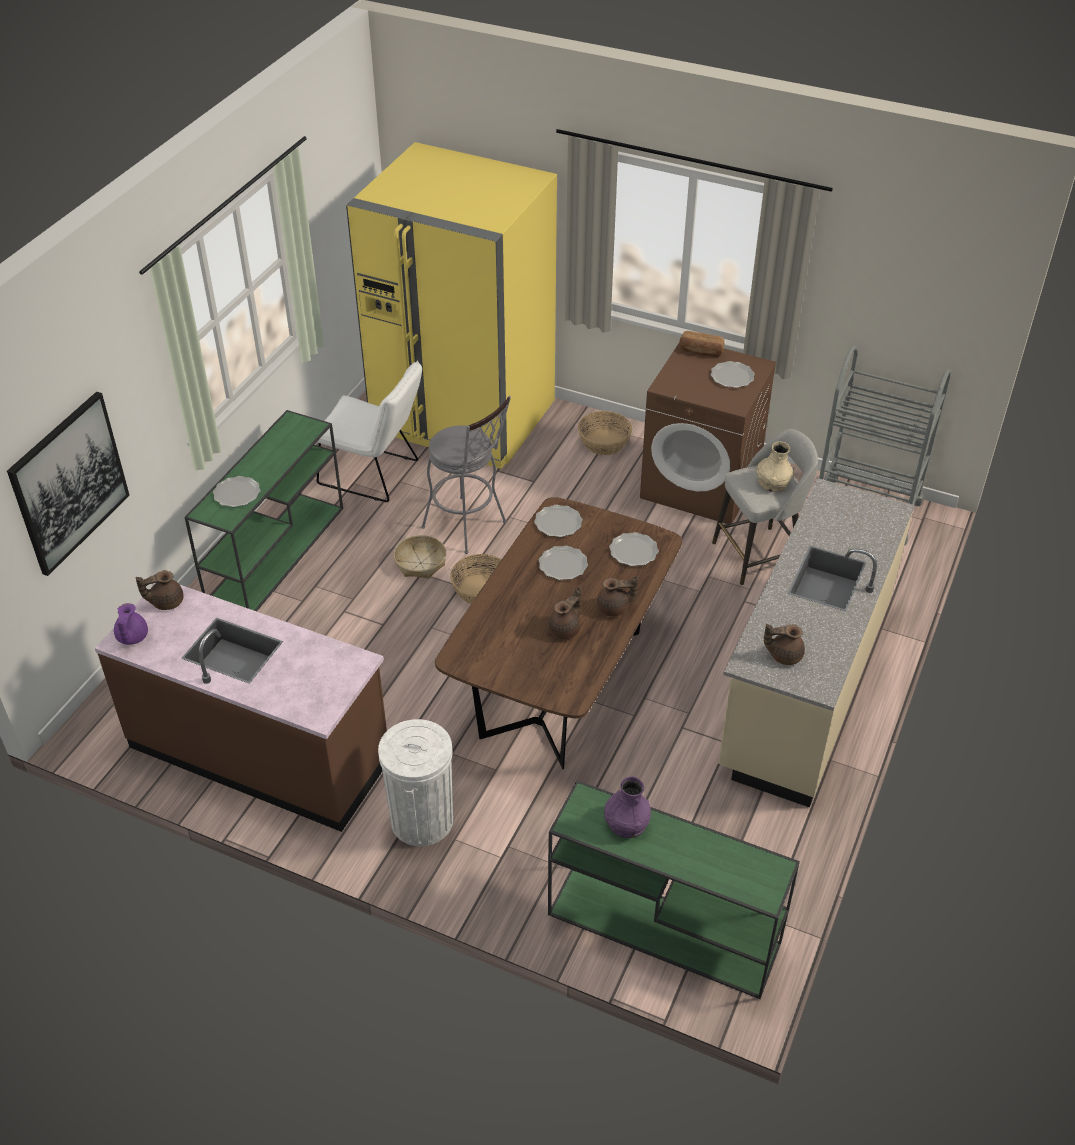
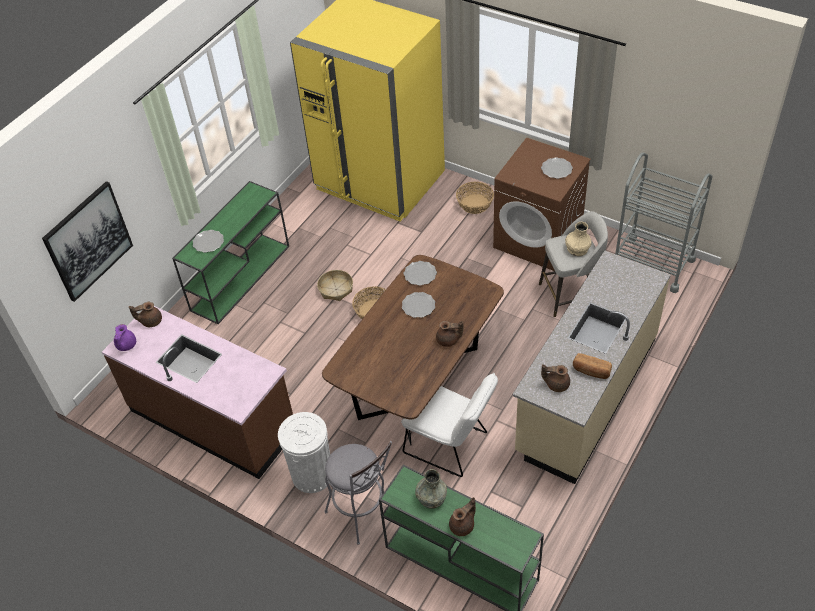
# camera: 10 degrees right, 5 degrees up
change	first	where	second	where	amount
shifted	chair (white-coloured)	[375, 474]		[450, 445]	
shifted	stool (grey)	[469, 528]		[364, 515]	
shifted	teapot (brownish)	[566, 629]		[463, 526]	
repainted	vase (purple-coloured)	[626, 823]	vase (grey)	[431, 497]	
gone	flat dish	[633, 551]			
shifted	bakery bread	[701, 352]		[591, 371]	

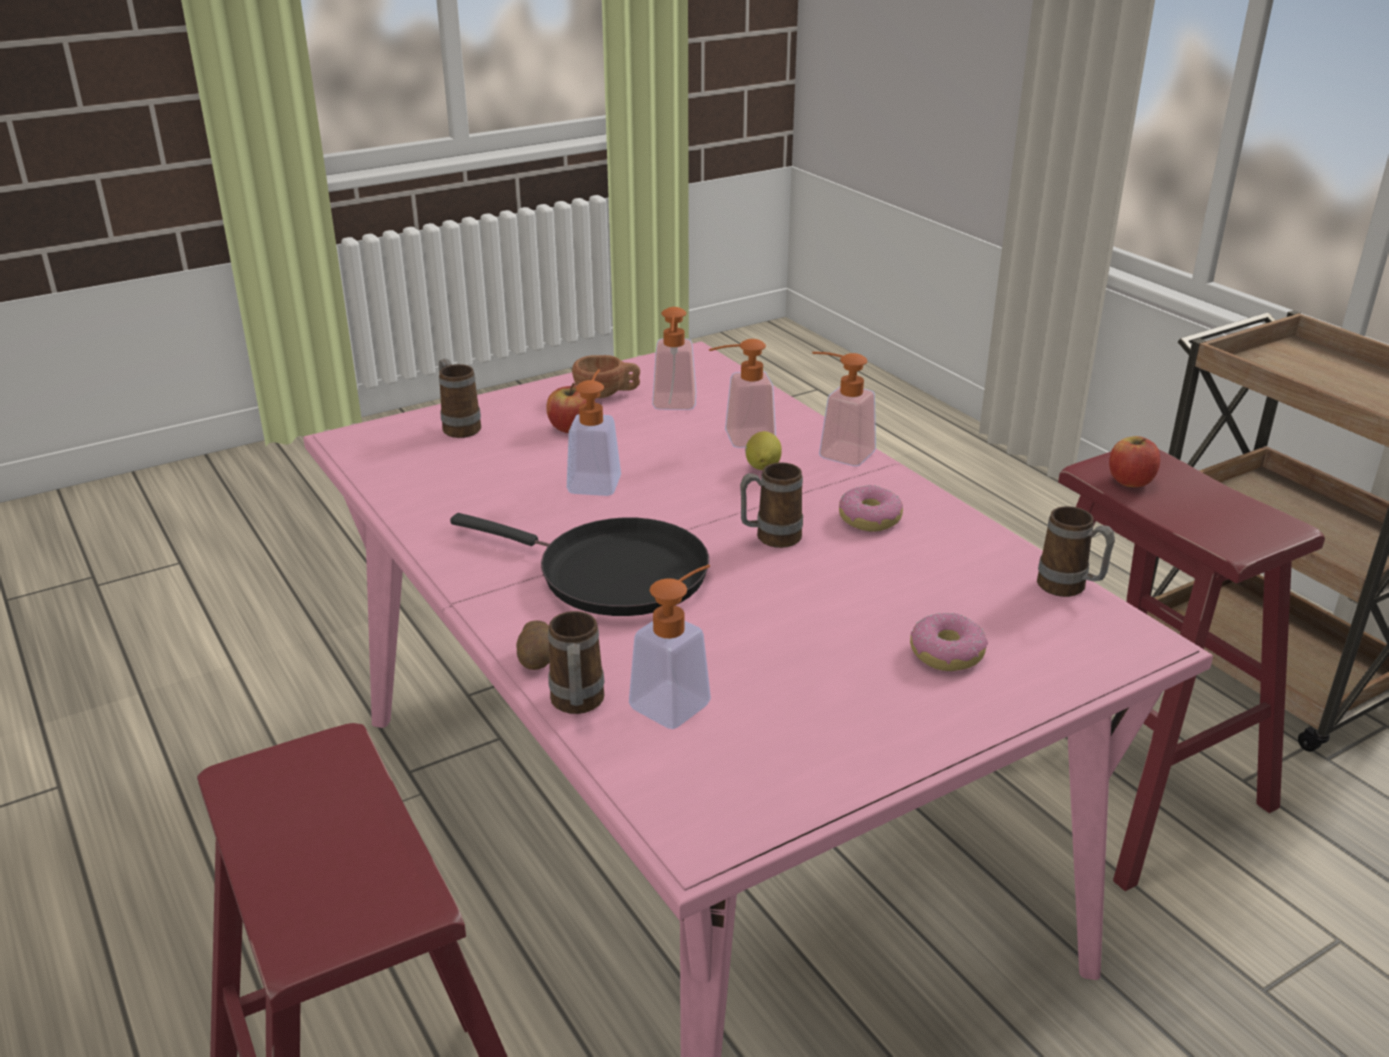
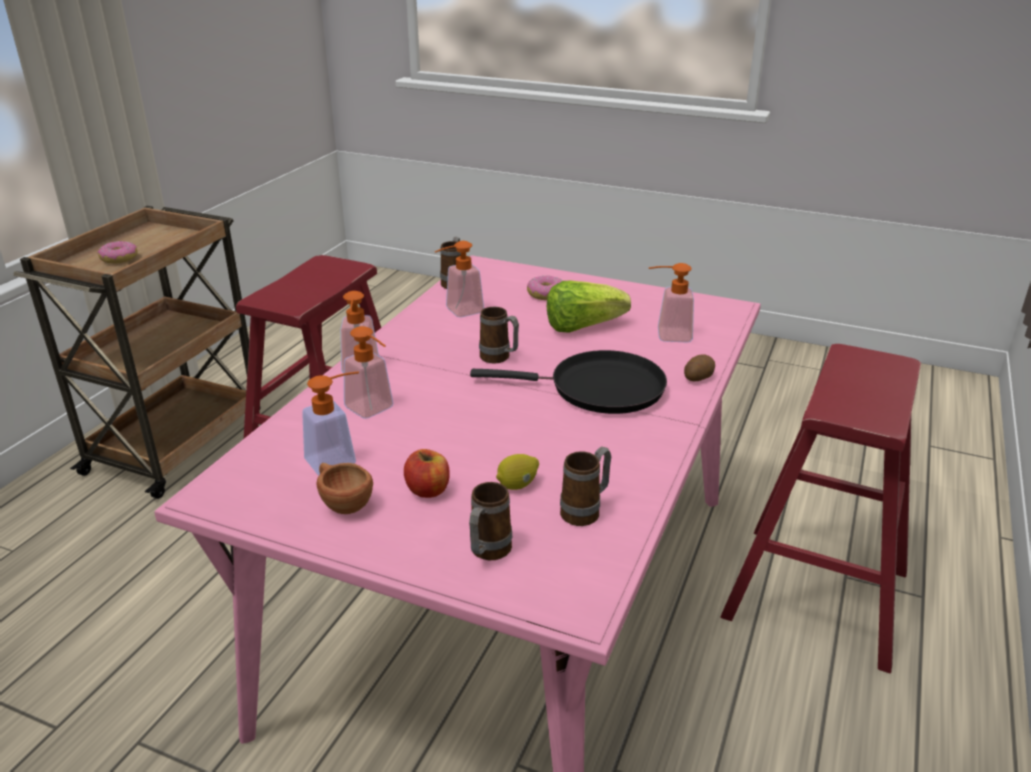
# camera: 125 degrees left, 0 degrees up
change	first	where	second	where	amount
rotated	skillet (black)	[612, 574]		[599, 389]	105 degrees clockwise
shifted	tea mug	[577, 706]		[586, 511]	
shifted	soap dispenser	[596, 480]		[458, 312]	
shifted	citrus fruit	[762, 468]		[517, 485]	
shifted	donut	[869, 519]		[119, 258]	
gone	apple fruit	[1130, 481]			
new			head of lettuce	[582, 326]	

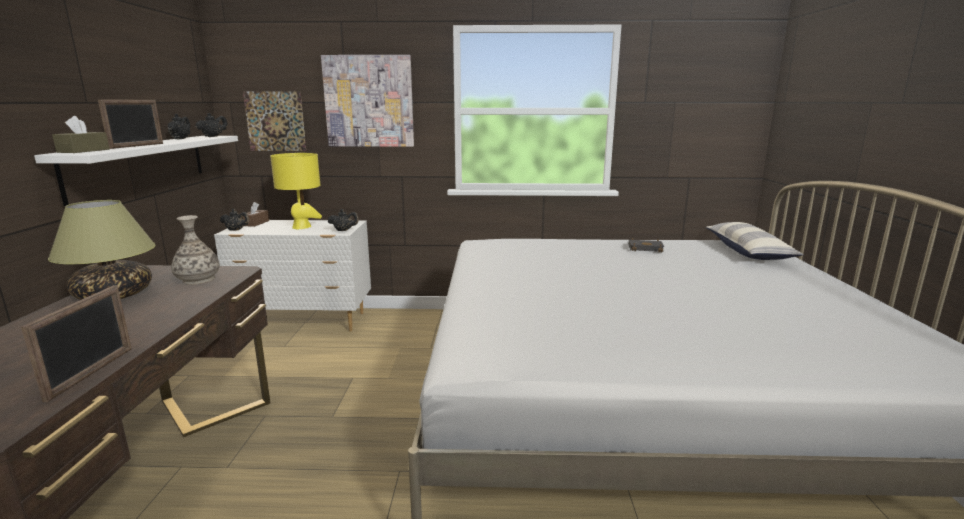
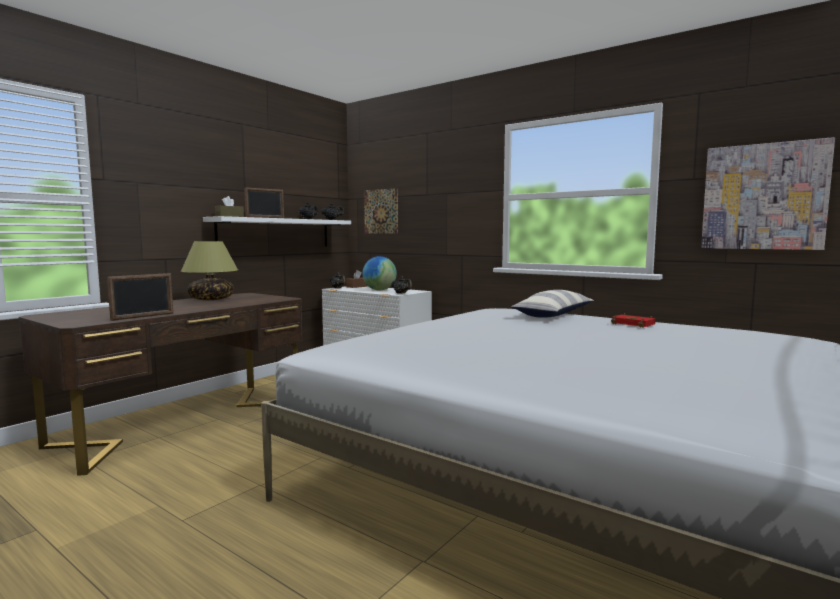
# camera: 35 degrees right, 10 degrees down
change	first	where	second	where	amount
gone	vase	[198, 279]			
swapped	tabletop lamp (yellow-coloured)	[302, 227]	globe	[379, 290]	
shifted	wall picture	[369, 101]		[763, 197]	
repainted	bound book (black)	[646, 248]	bound book (red)	[634, 324]	
shifted	cushion	[748, 251]		[553, 315]	

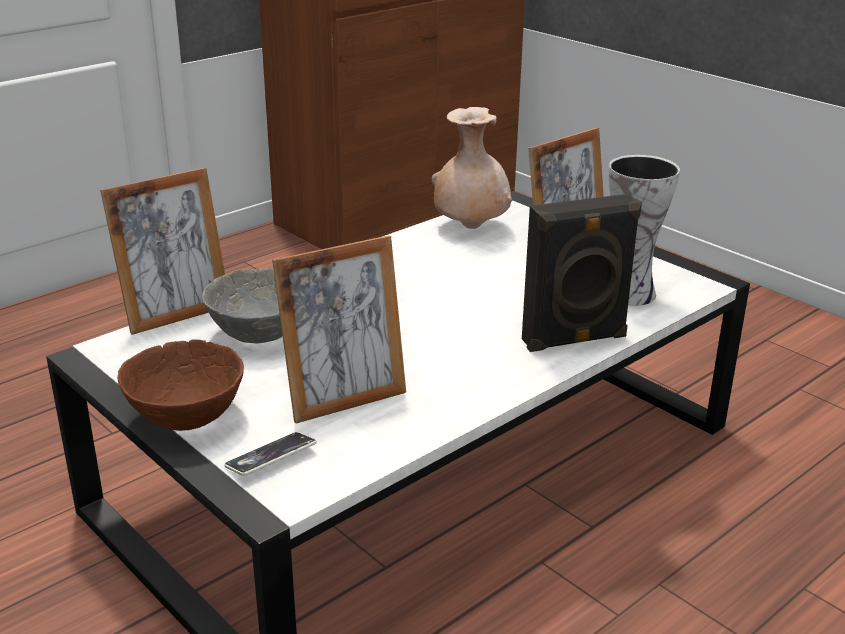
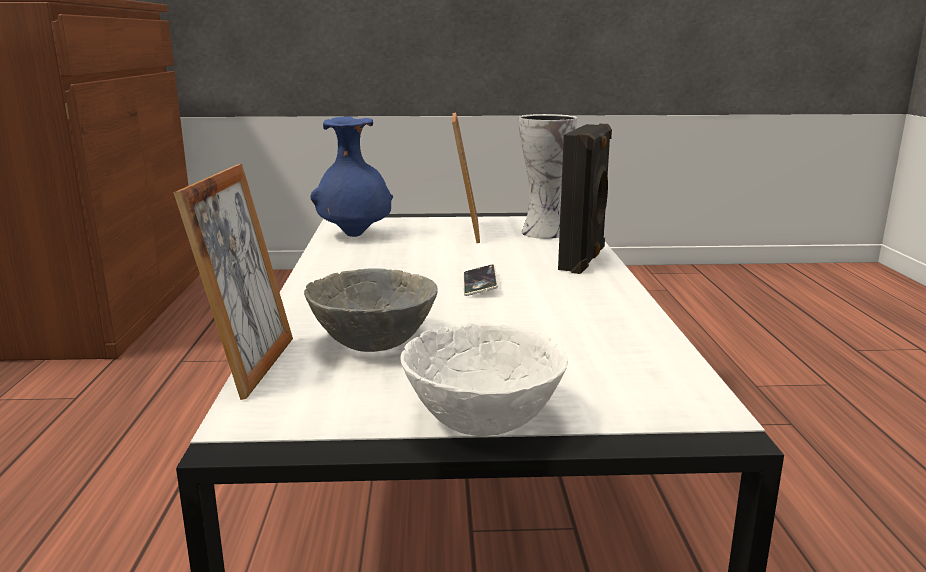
# camera: 50 degrees left, 10 degrees down
change	first	where	second	where	amount
repainted	deep dish (brownish)	[186, 416]	deep dish (white-coloured)	[483, 420]	
shifted	phone	[271, 458]		[479, 285]	
gone	photo frame	[344, 399]			
repainted	vase (sand-coloured)	[471, 227]	vase (blue-coloured)	[354, 236]	

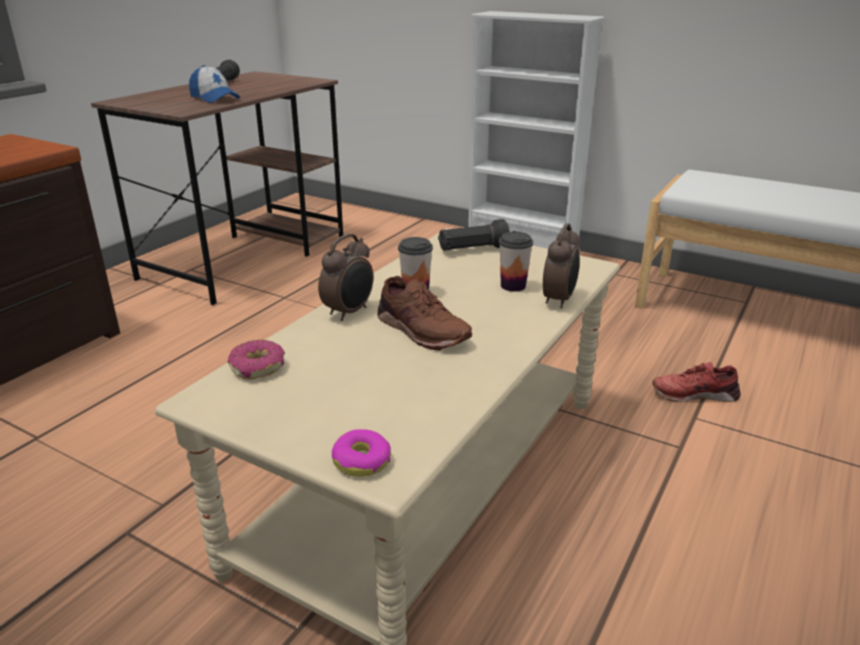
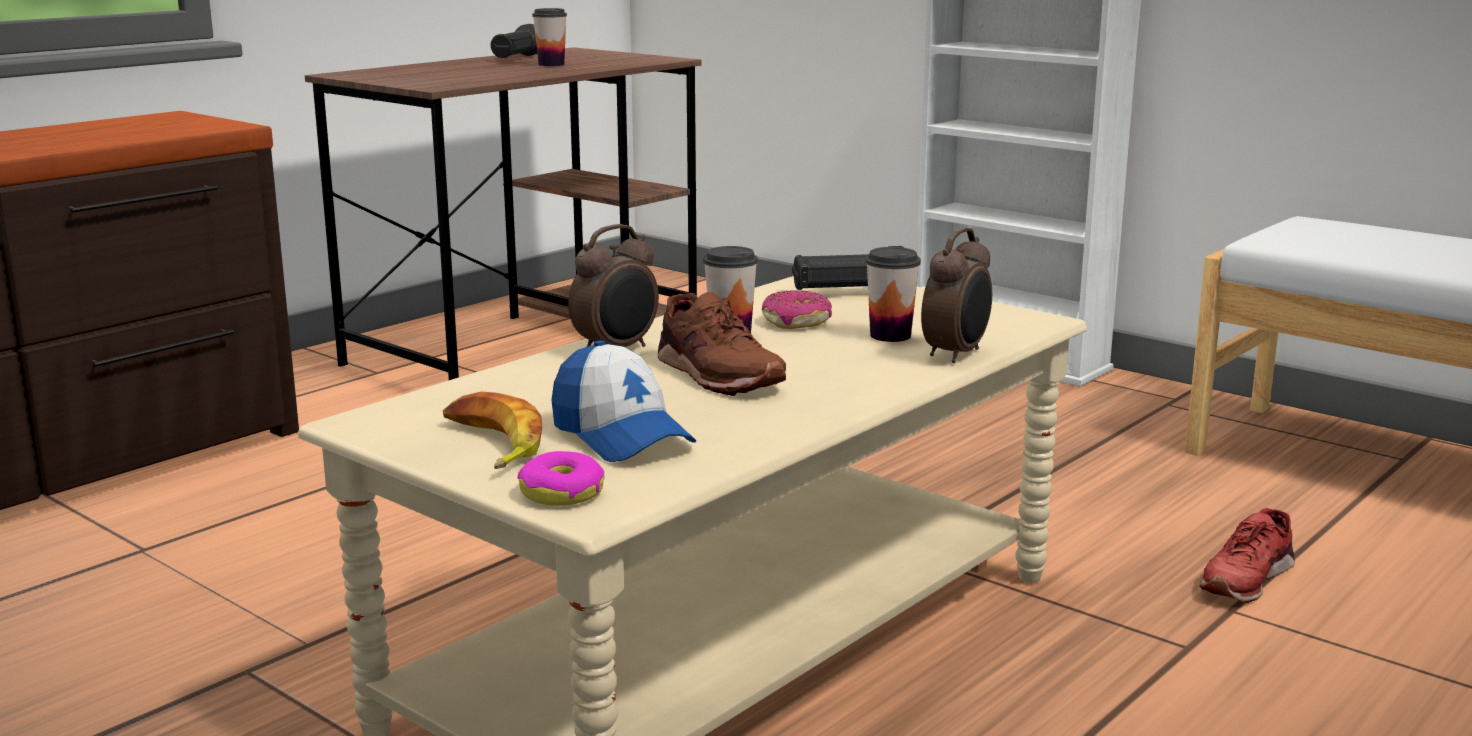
# camera: 10 degrees right, 10 degrees down
change	first	where	second	where	amount
shifted	peaked cap	[214, 98]		[621, 436]	
shifted	donut	[258, 367]		[797, 322]	
rotated	item of footwear (red)	[694, 393]		[1245, 578]	60 degrees counterclockwise
new			whole banana	[490, 444]	
new			small cup	[551, 64]	

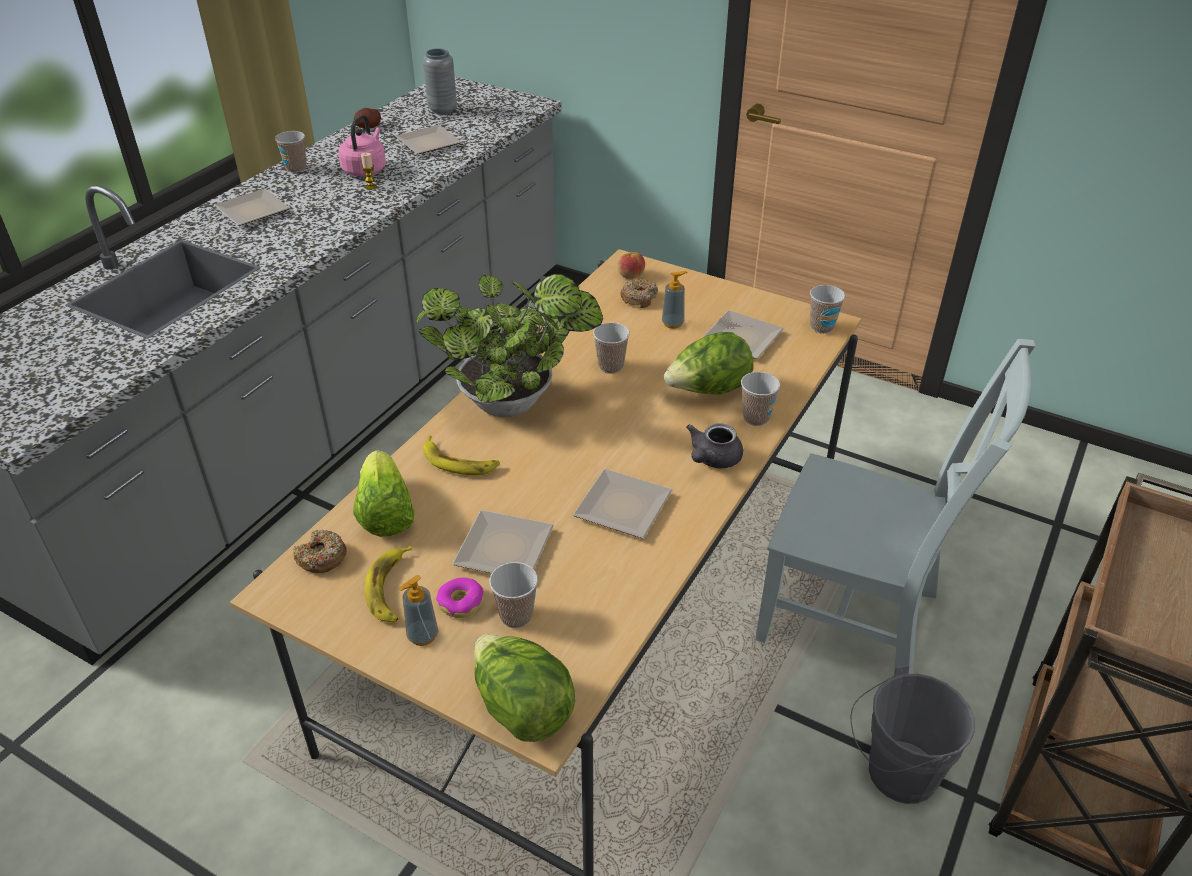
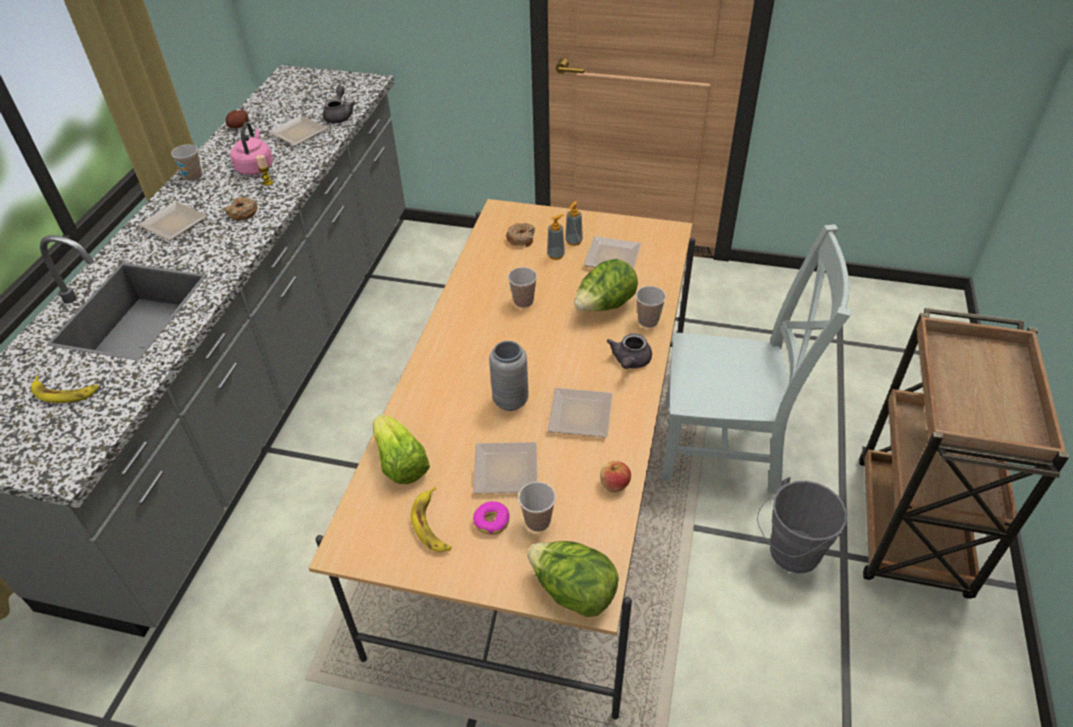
# camera: 15 degrees left, 5 degrees up
change	first	where	second	where	amount
shifted	donut	[321, 558]		[243, 213]	
shifted	soap dispenser	[422, 635]		[573, 241]	
gone	plant in a pot	[514, 403]			
shifted	vase (grey)	[442, 110]		[510, 401]	
shifted	whole banana	[459, 462]		[64, 392]	
shifted	apple fruit	[630, 275]		[614, 484]	
gone	small cup	[821, 327]			
new			teapot (grey)	[339, 115]	

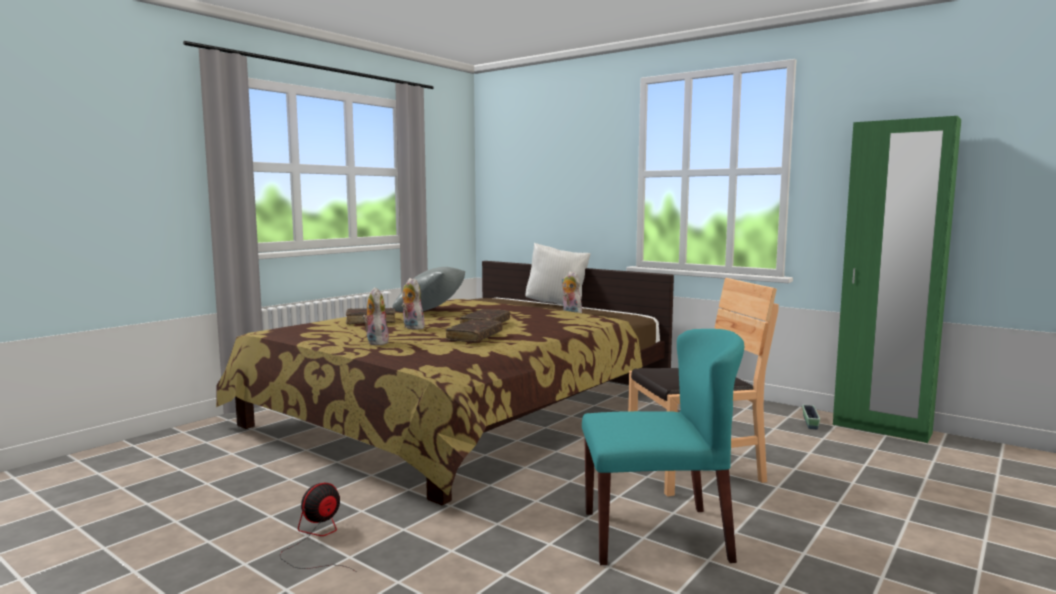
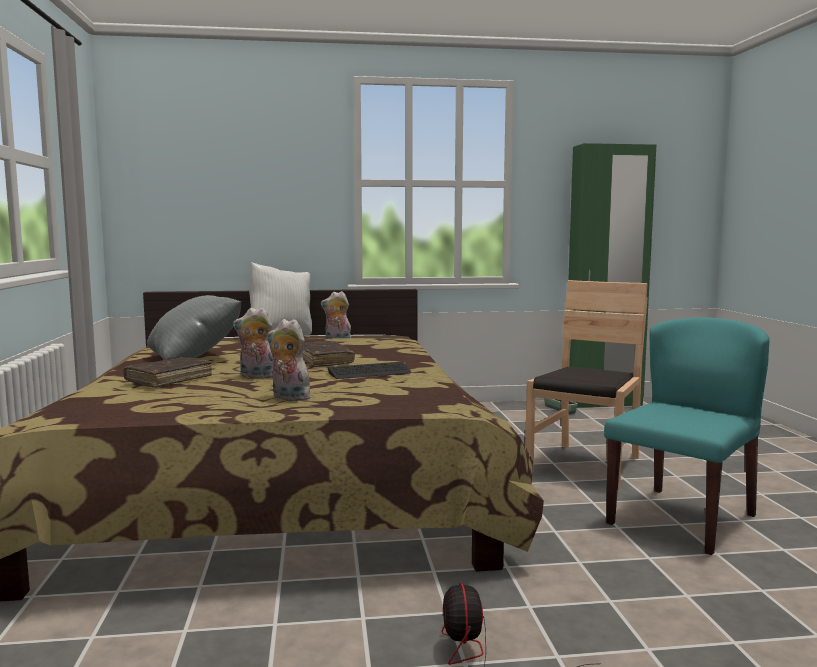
# camera: 45 degrees left, 0 degrees up
change	first	where	second	where	amount
swapped	bound book (brownish)	[474, 337]	keyboard	[369, 373]	

